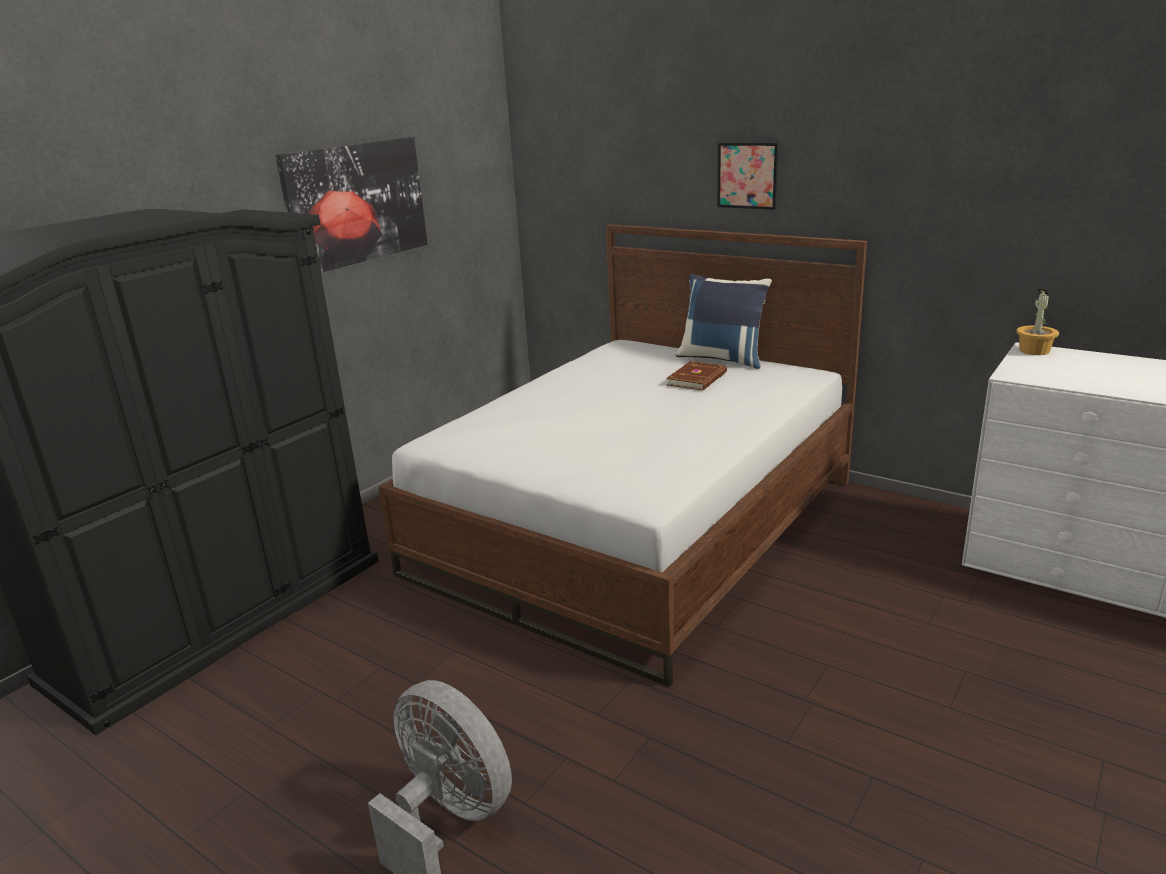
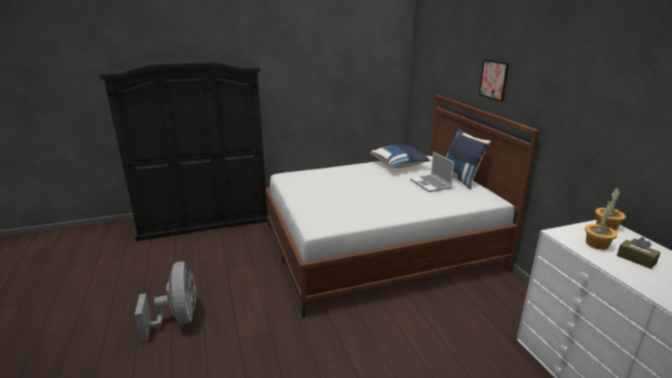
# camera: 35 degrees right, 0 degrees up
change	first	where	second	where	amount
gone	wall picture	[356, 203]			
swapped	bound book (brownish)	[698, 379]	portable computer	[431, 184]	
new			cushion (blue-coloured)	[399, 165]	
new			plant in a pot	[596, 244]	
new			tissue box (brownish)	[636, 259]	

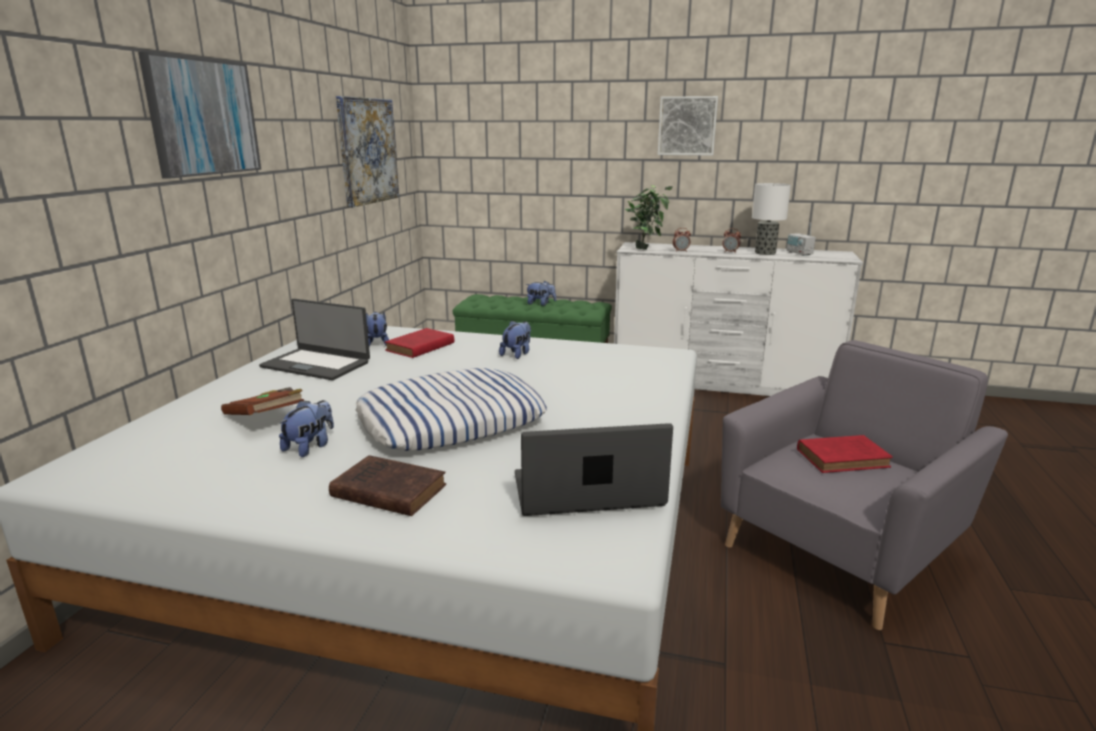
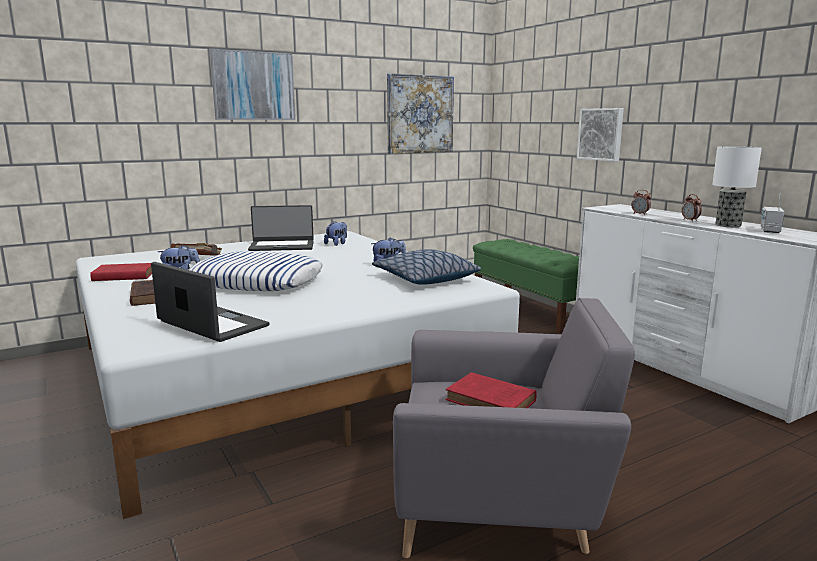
# camera: 45 degrees right, 5 degrees down
change	first	where	second	where	amount
rotated	portable computer	[316, 364]		[282, 246]	75 degrees counterclockwise
shifted	bound book (red)	[419, 347]		[122, 276]	
gone	plush toy	[540, 304]			
gone	plant in a pot	[646, 249]			
shifted	wall picture	[687, 126]		[601, 134]	
new			cushion	[425, 279]	

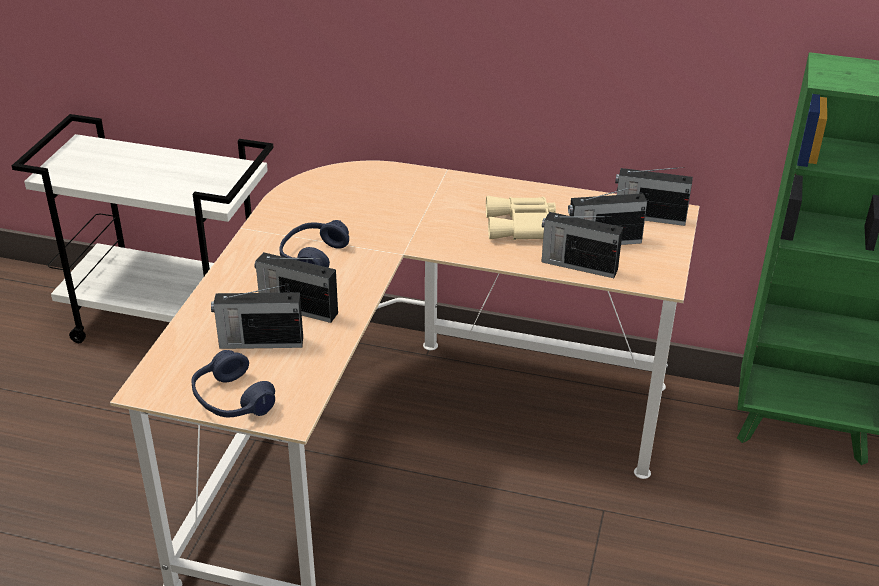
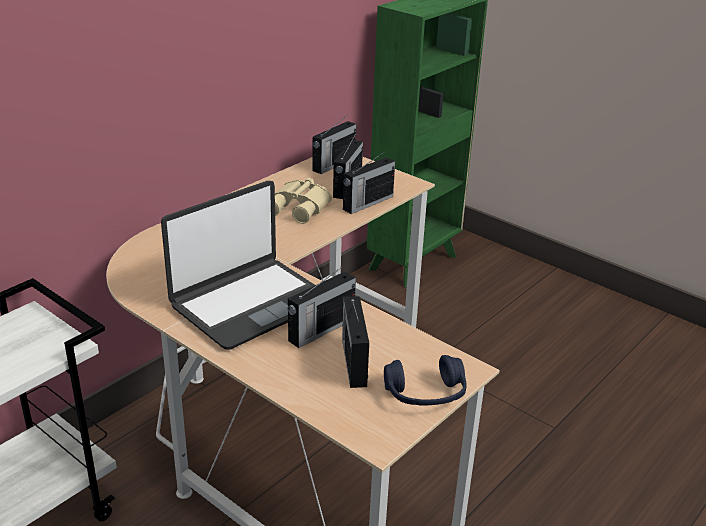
# camera: 65 degrees left, 5 degrees down
change	first	where	second	where	amount
rotated	radio receiver	[259, 342]		[354, 361]	150 degrees clockwise
swapped	headset (blue-coloured)	[313, 256]	portable computer	[249, 303]	

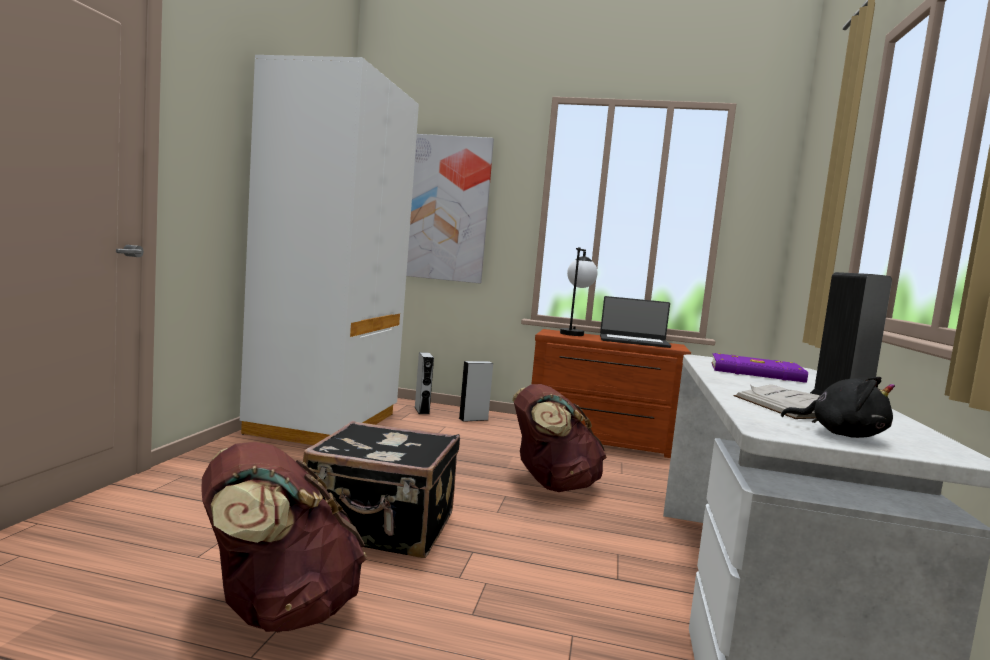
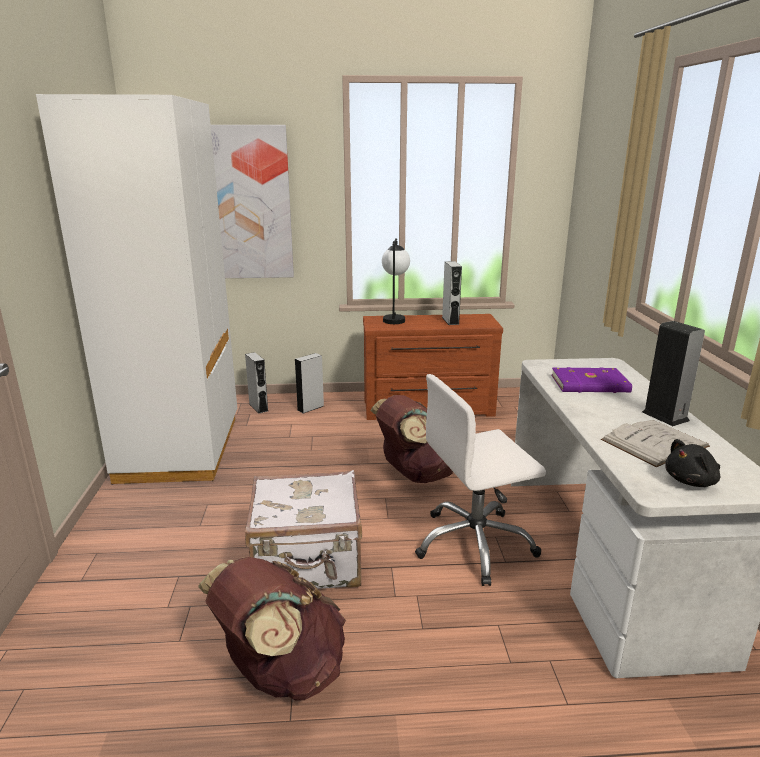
# camera: 15 degrees left, 15 degrees up
change	first	where	second	where	amount
repainted	travel case (black)	[382, 528]	travel case (white-coloured)	[308, 563]	
swapped	portable computer	[633, 341]	audio speaker (grey)	[450, 321]	
rotated	plush toy (black)	[841, 434]		[692, 481]	135 degrees clockwise
new			computer chair (white-coloured)	[475, 544]	

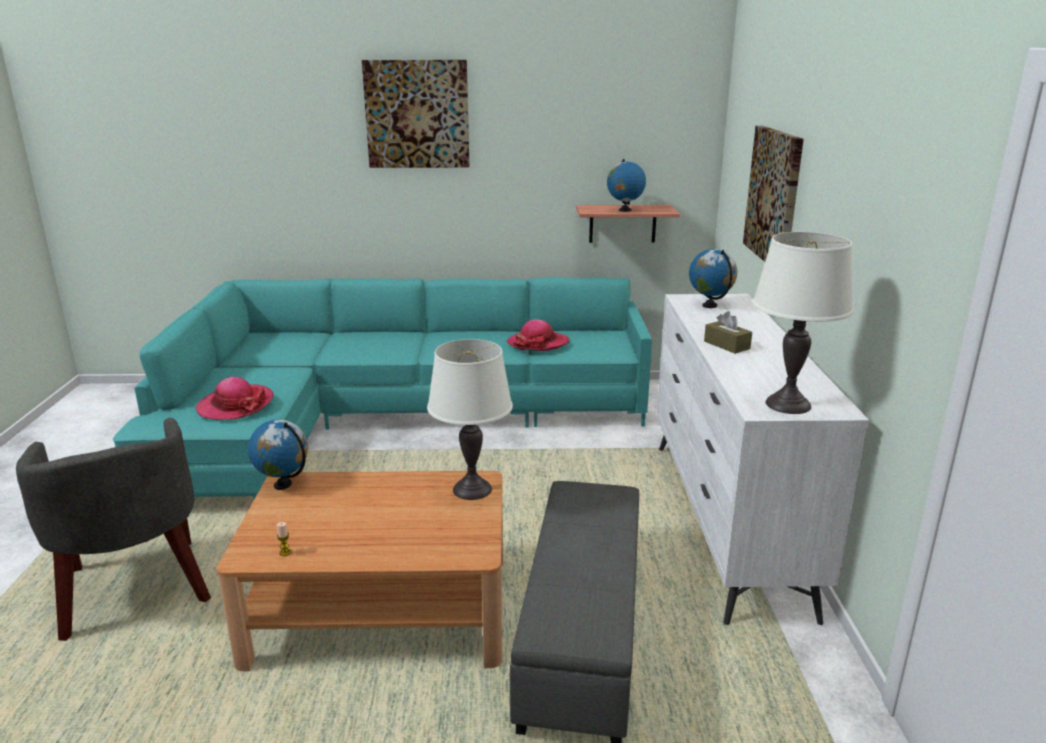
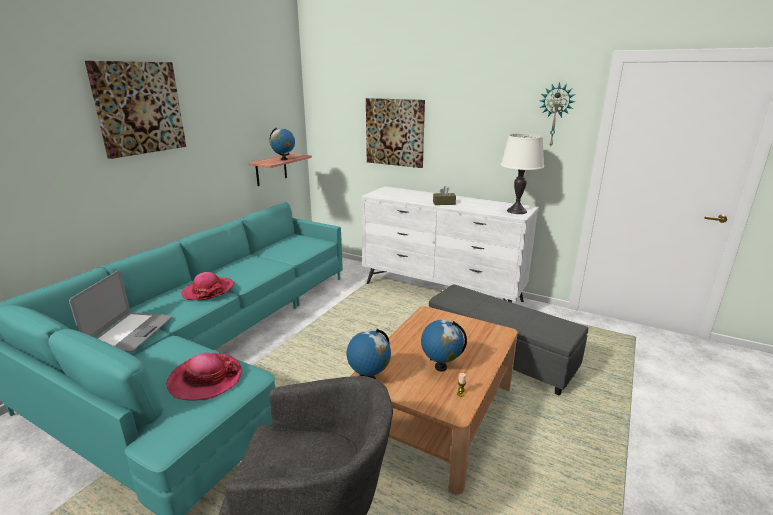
# camera: 60 degrees left, 0 degrees up
change	first	where	second	where	amount
gone	tabletop lamp (white-coloured)	[472, 489]			
shifted	hat	[538, 343]		[208, 291]	
shifted	globe	[710, 306]		[440, 367]	
new			portable computer	[130, 332]	
new			clock on the wall	[555, 115]	

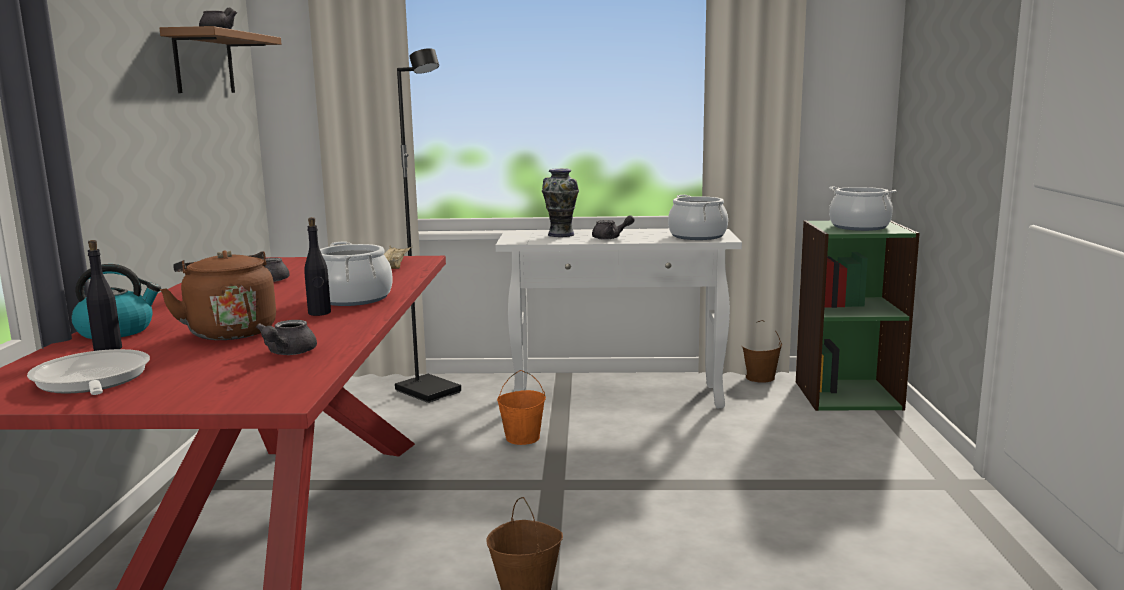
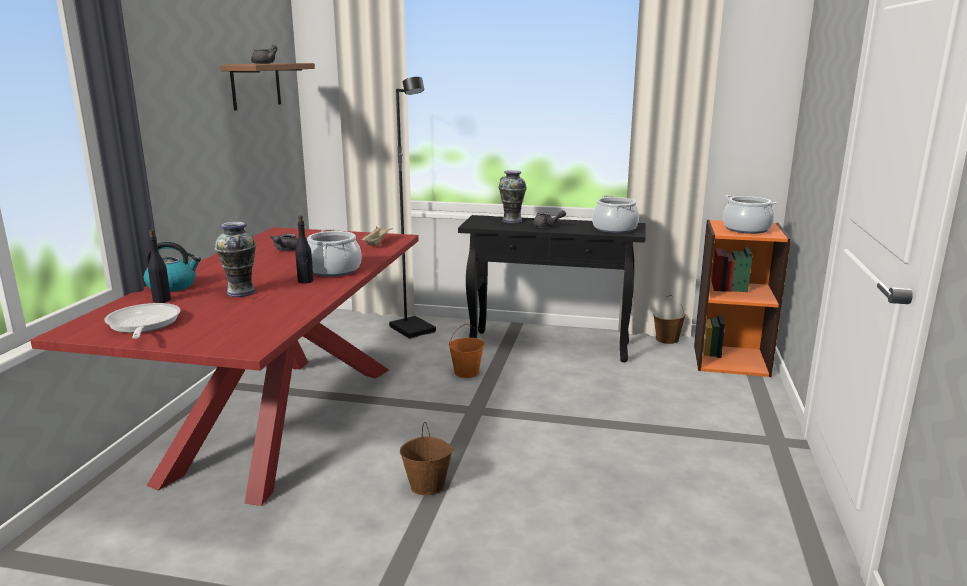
# camera: 10 degrees right, 5 degrees up
change	first	where	second	where	amount
swapped	water kettle (brownish)	[230, 331]	vase	[241, 292]	
gone	teapot (grey)	[287, 353]			
repainted	hall table (white-coloured)	[619, 397]	hall table (black)	[550, 346]	
repainted	bookcase (greenish)	[847, 395]	bookcase (orangey)	[730, 360]	

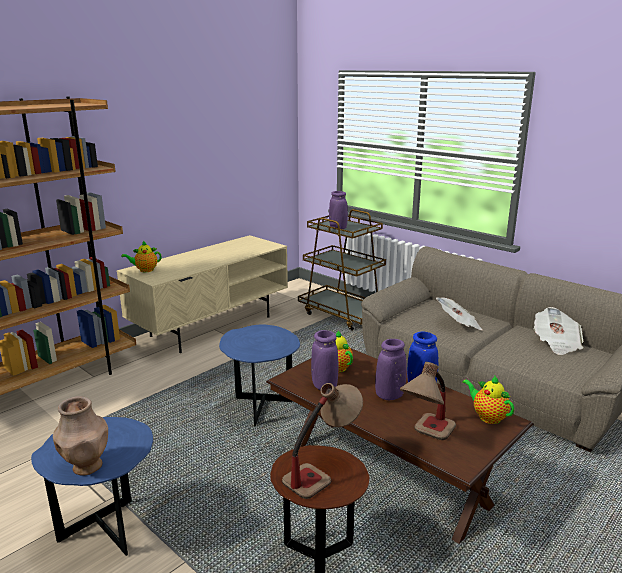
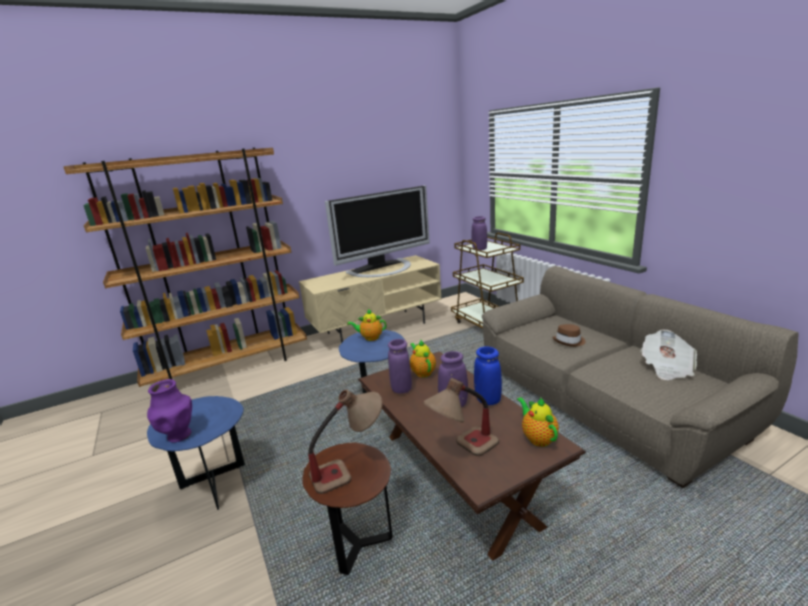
# camera: 20 degrees right, 0 degrees up
change	first	where	second	where	amount
repainted	vase (brownish)	[86, 467]	vase (purple-coloured)	[178, 435]	
shifted	teapot	[145, 270]		[370, 338]	
swapped	newspaper	[458, 325]	hat (brownish)	[569, 341]	
new			TV	[383, 269]	

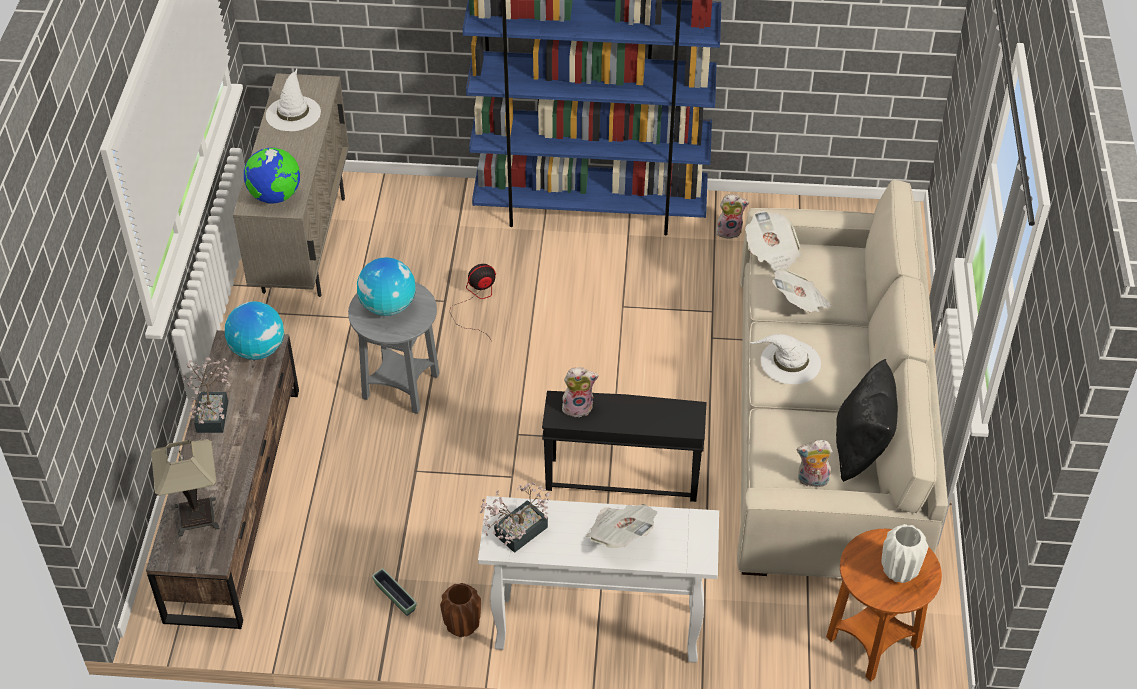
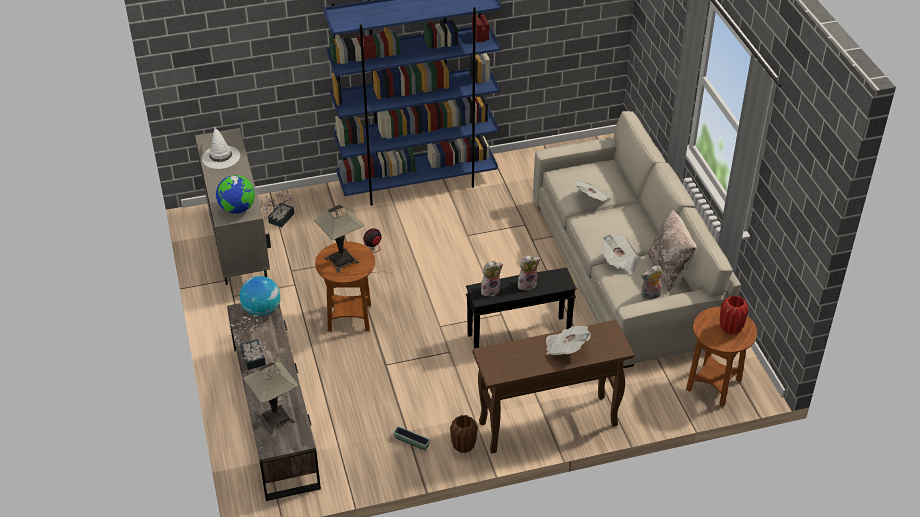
# camera: 20 degrees left, 5 degrees down
change	first	where	second	where	amount
repainted	accent table (grey)	[400, 387]	accent table (brownish)	[349, 318]	
swapped	globe	[388, 306]	tabletop lamp	[341, 260]	
repainted	hall table (white-coloured)	[595, 629]	hall table (brownish)	[547, 425]	
shifted	plant in a pot	[516, 534]		[279, 220]	
shifted	plush toy	[729, 231]		[527, 284]	
shifted	newspaper	[772, 253]		[619, 262]	
gone	hat (white-coloured)	[789, 362]			
repainted	cushion (black)	[861, 448]	cushion (sand-coloured)	[669, 270]	
repainted	vase (white-coloured)	[898, 572]	vase (red)	[730, 329]	

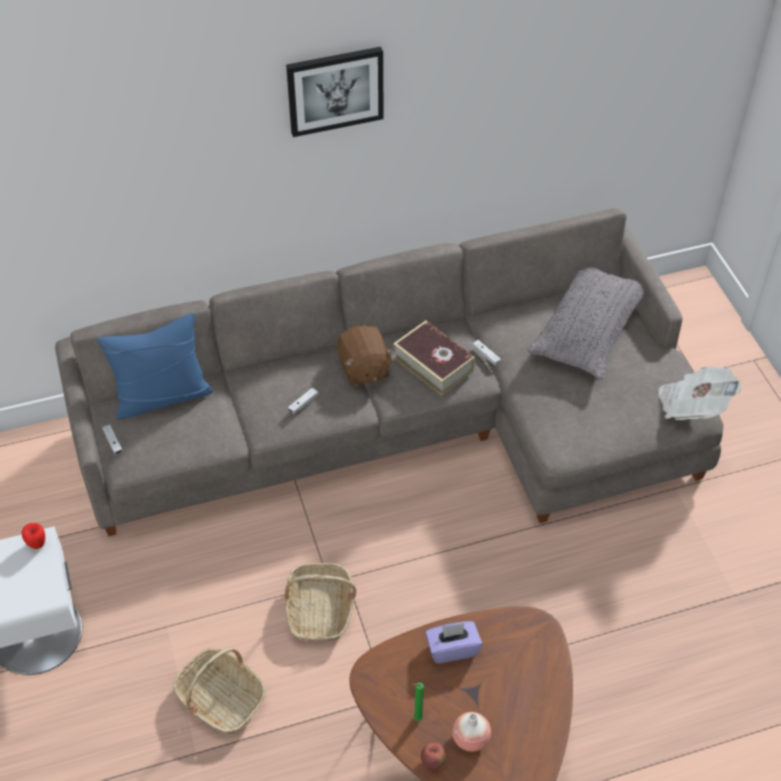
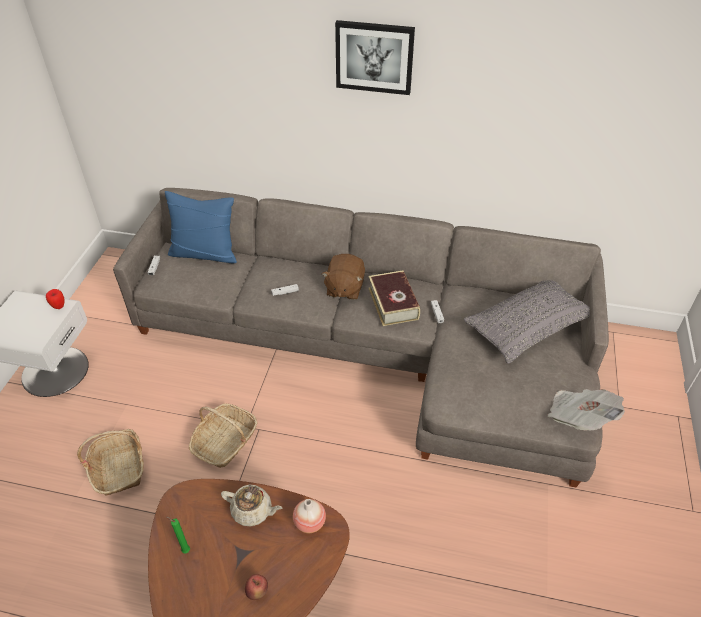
# camera: 30 degrees right, 5 degrees down
change	first	where	second	where	amount
shifted	apple fruit	[433, 762]		[257, 592]	
swapped	tissue box (purple-coloured)	[452, 649]	teapot (sand-coloured)	[252, 511]	
shifted	vase	[470, 738]		[309, 522]	

